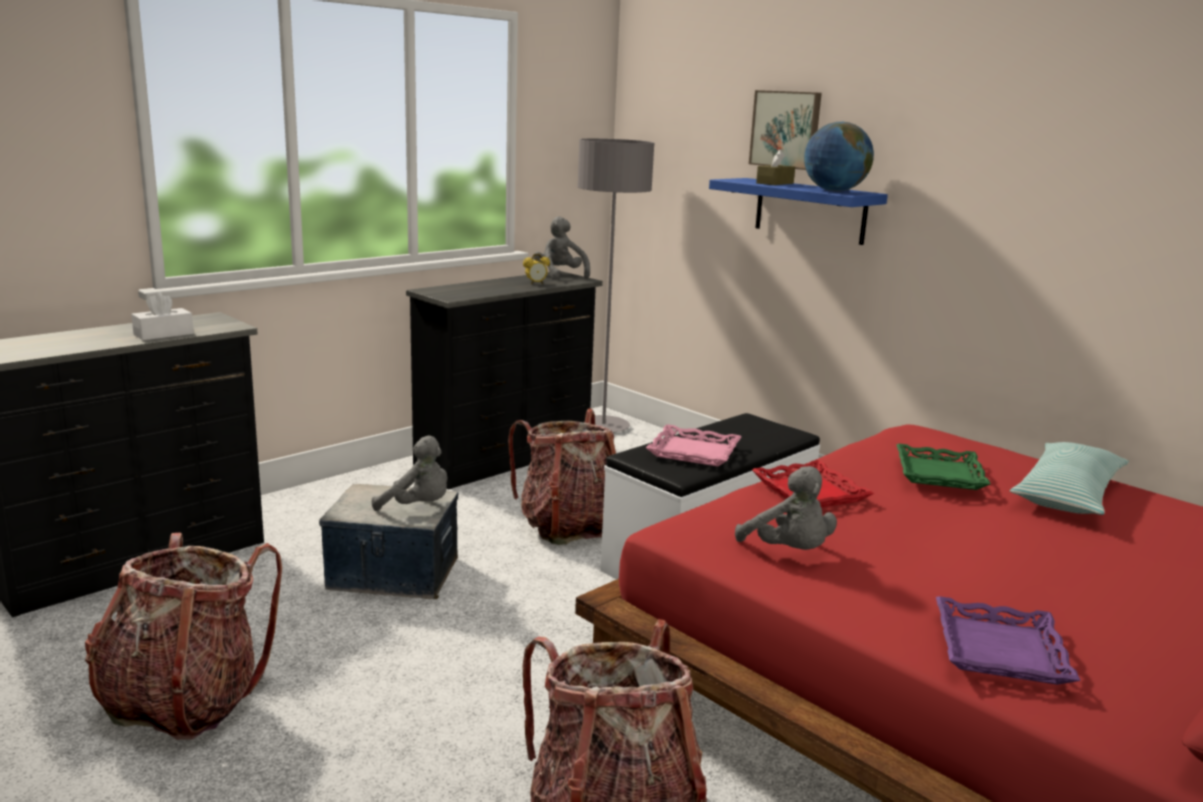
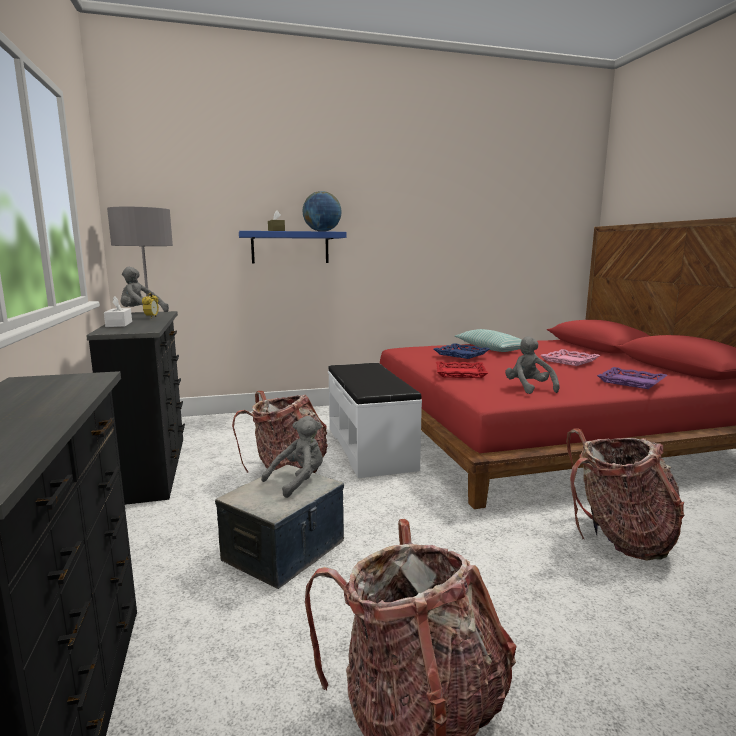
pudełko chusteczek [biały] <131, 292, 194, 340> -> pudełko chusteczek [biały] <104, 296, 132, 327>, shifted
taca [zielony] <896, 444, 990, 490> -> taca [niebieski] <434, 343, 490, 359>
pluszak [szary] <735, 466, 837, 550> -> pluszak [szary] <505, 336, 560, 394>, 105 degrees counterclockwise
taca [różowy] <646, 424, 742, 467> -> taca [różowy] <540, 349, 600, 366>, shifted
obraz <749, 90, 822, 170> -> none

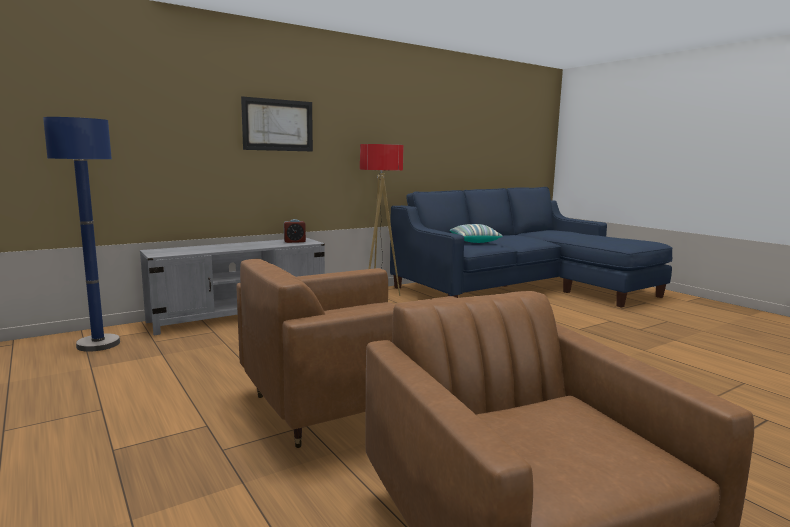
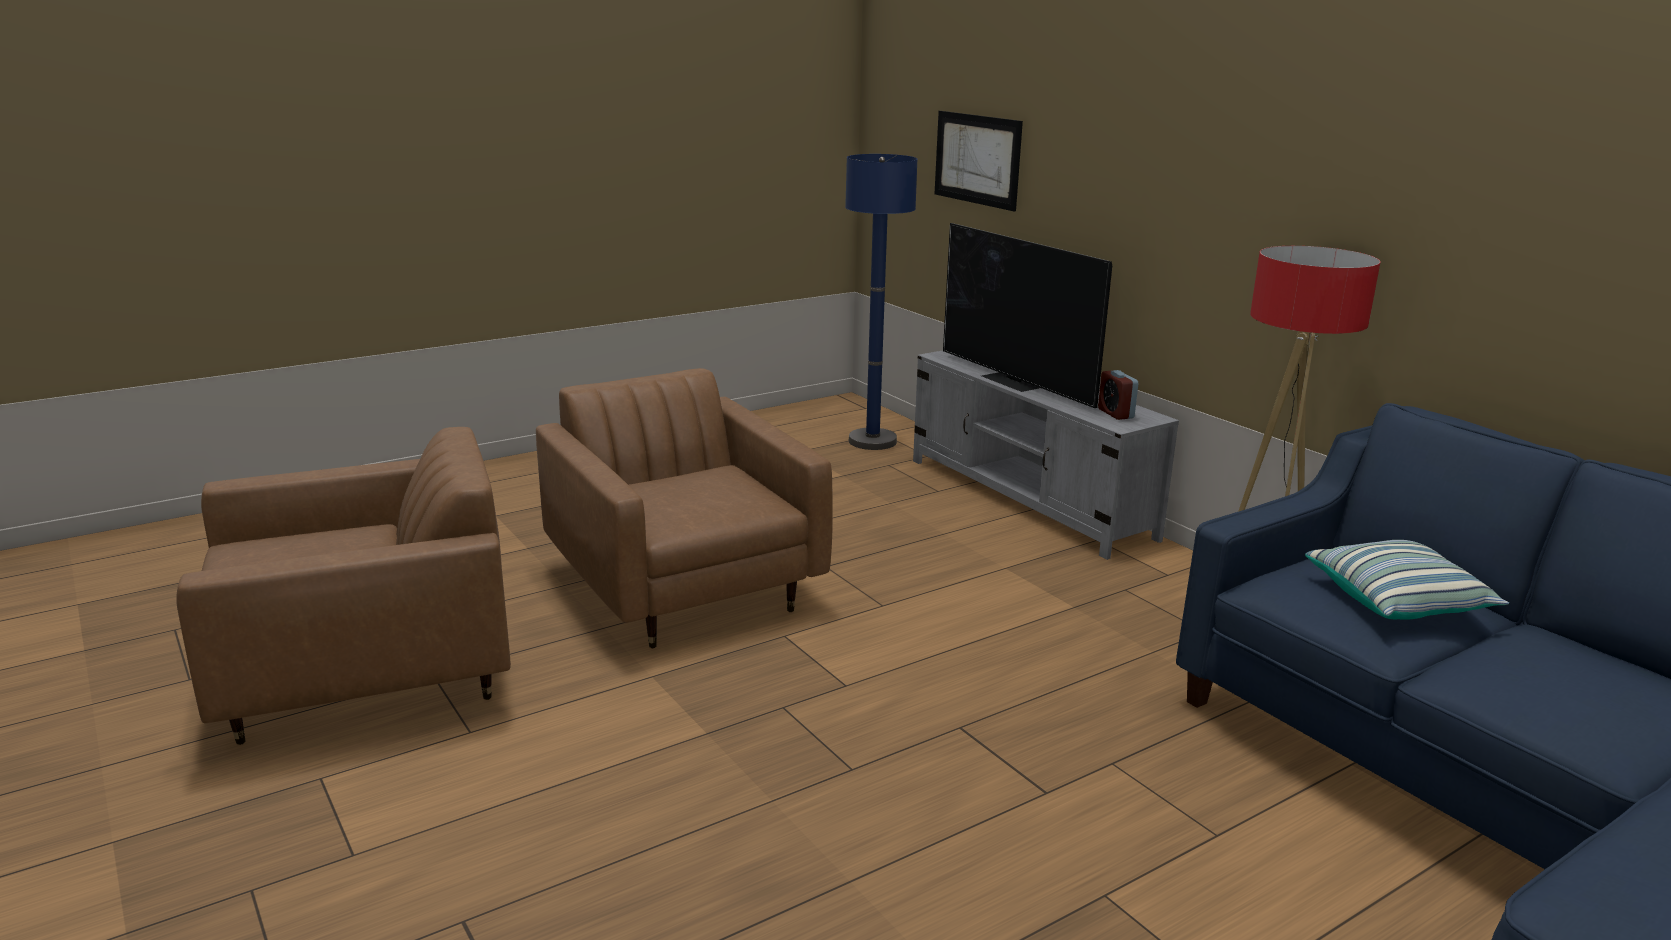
obraz <241, 96, 313, 152> -> obraz <935, 111, 1023, 211>, shifted
none -> telewizor <943, 223, 1112, 408>

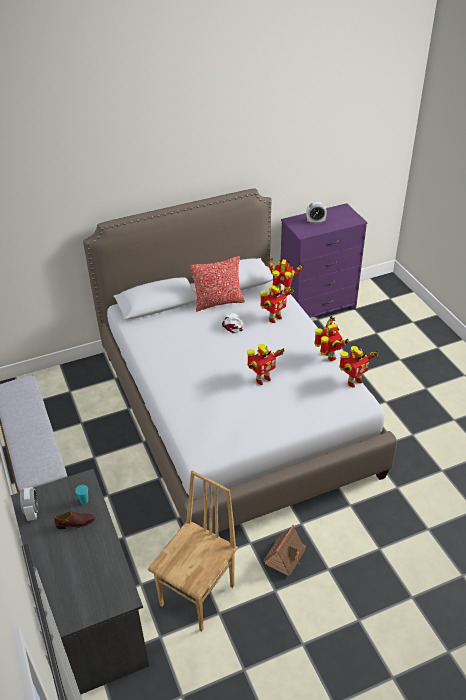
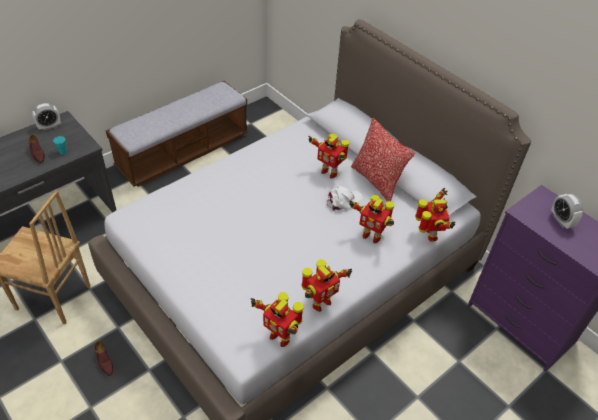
domek <263, 525, 306, 576> -> but [brązowy] <94, 341, 113, 376>
robot zabawkowy <247, 344, 284, 385> -> robot zabawkowy <308, 134, 349, 179>, shifted

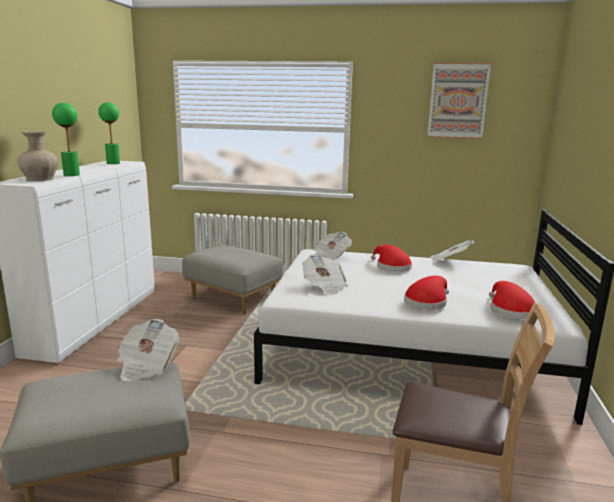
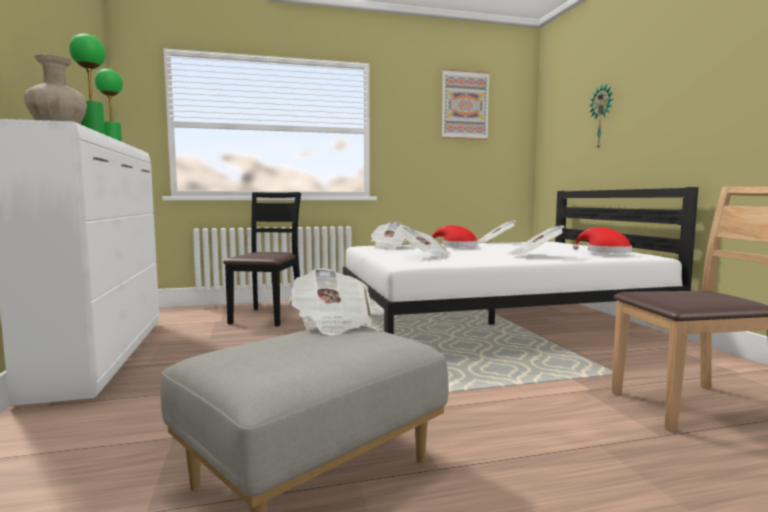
pufa [szary] <182, 245, 284, 315> -> krzesło [czarny] <223, 192, 301, 327>
kapelusz [czerwony] <404, 275, 449, 310> -> gazeta <508, 225, 565, 255>
none -> zegar ścienny <589, 84, 613, 150>

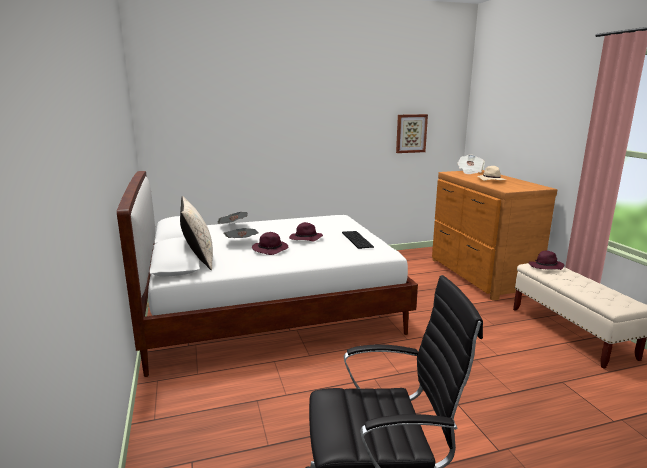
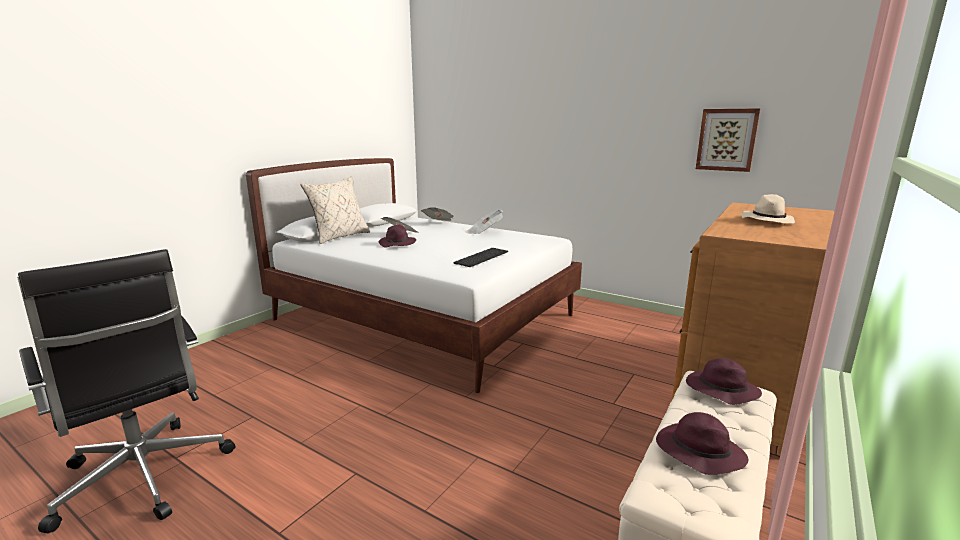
gazeta <457, 154, 485, 174> -> gazeta <466, 210, 503, 234>, shifted
kapelusz [fioletowy] <289, 222, 323, 242> -> kapelusz [fioletowy] <656, 412, 748, 475>, shifted

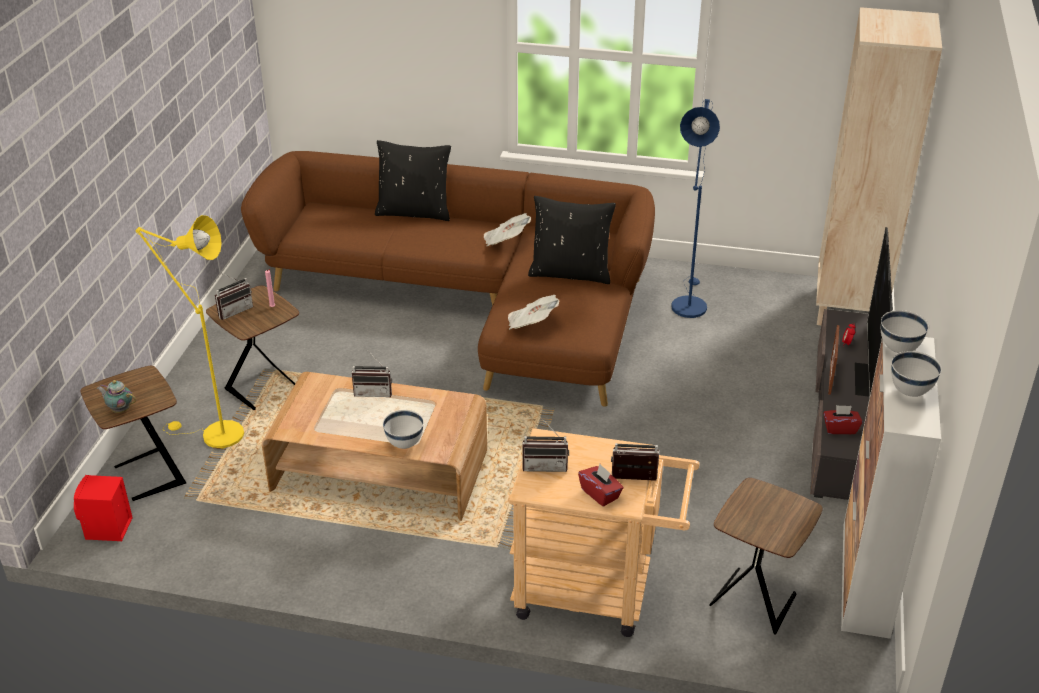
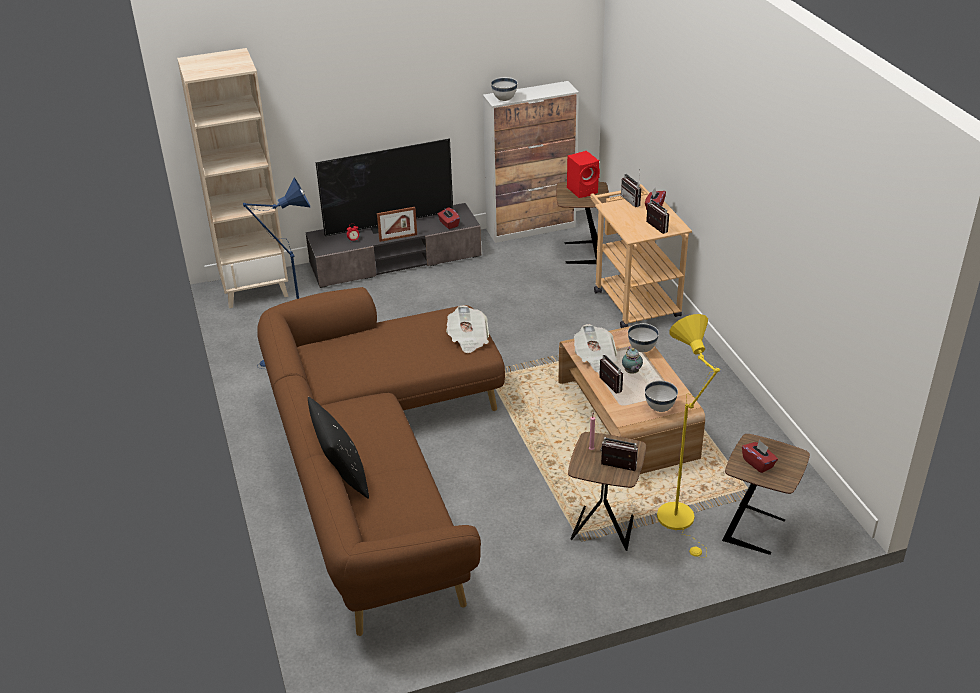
głośnik [czerwony] <74, 475, 133, 541> -> głośnik [czerwony] <567, 151, 600, 198>, shifted
gazeta <484, 213, 531, 246> -> gazeta <574, 324, 618, 373>, shifted
imbryk <97, 380, 136, 413> -> imbryk <622, 347, 643, 374>, shifted
miska [biały] <891, 351, 942, 397> -> miska [biały] <645, 381, 678, 412>, shifted
none -> pudełko chusteczek [czerwony] <742, 440, 778, 473>
poduszka [czarny] <528, 196, 616, 284> -> none

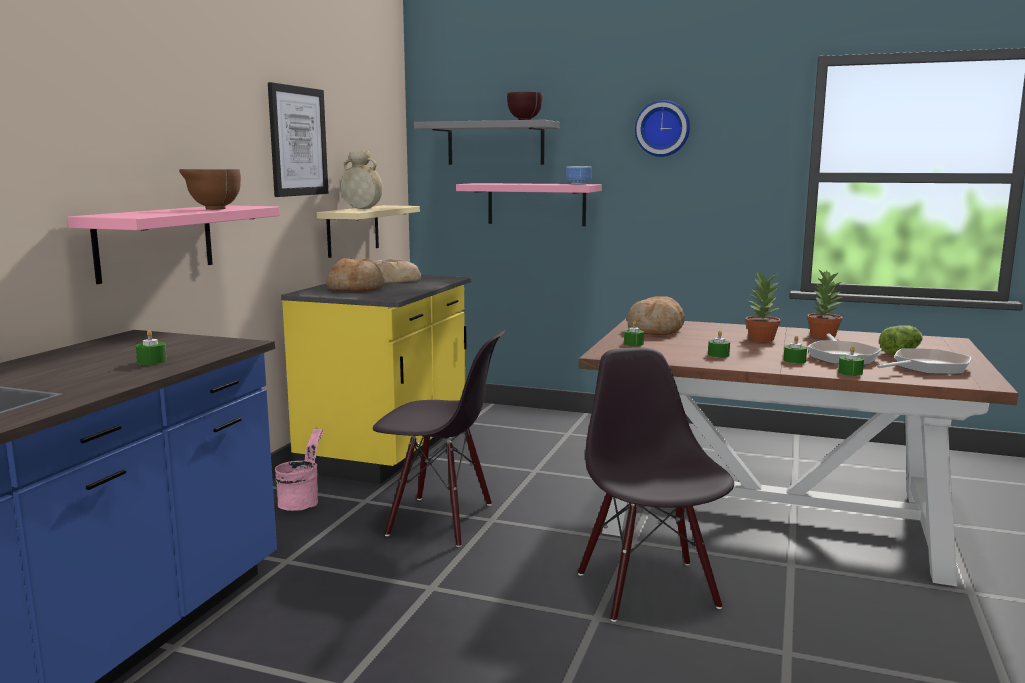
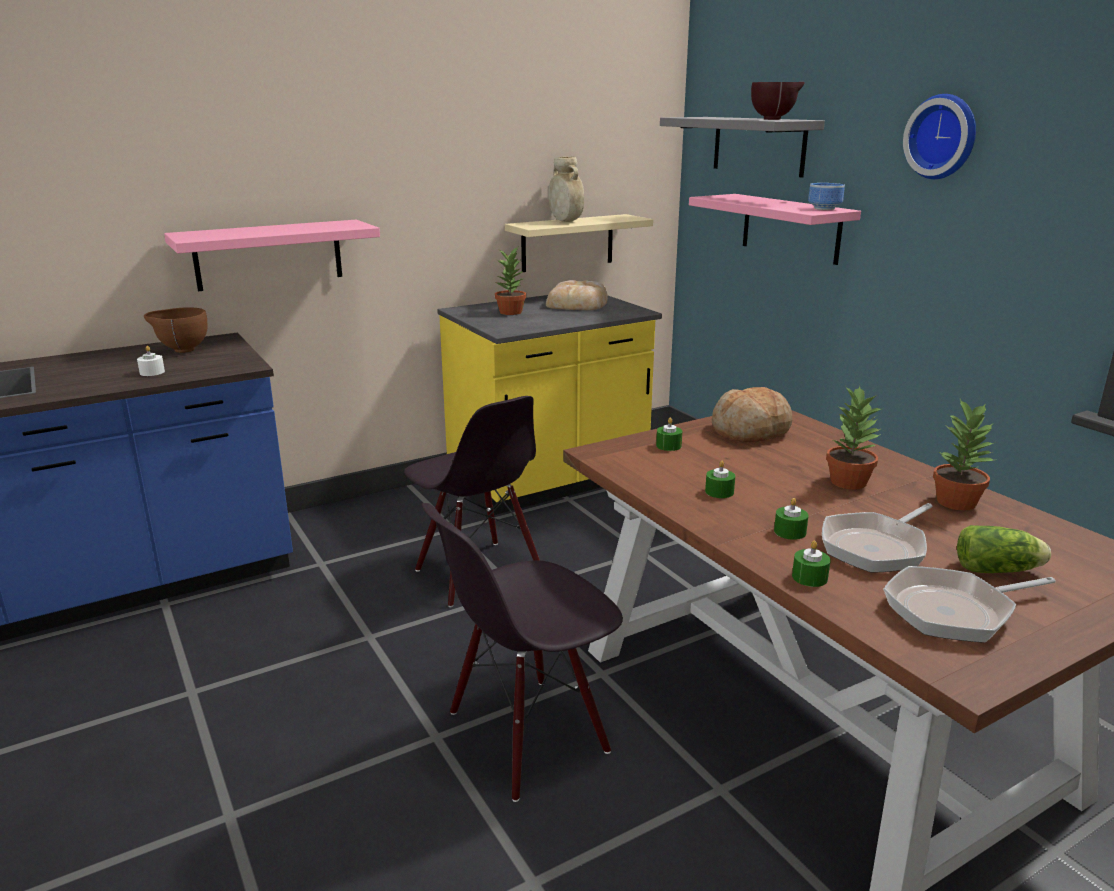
świeca [zielony] <136, 330, 167, 365> -> świeca [biały] <137, 346, 165, 376>
miska [brązowy] <179, 169, 241, 210> -> miska [brązowy] <144, 307, 207, 353>, shifted
krzesło [czarny] <578, 347, 734, 622> -> krzesło [czarny] <422, 503, 623, 802>, 150 degrees counterclockwise
chleb <326, 258, 384, 291> -> roślina doniczkowa <495, 247, 526, 315>
patelnia <876, 348, 971, 374> -> patelnia <883, 566, 1056, 643>, 150 degrees clockwise
obraz <268, 82, 328, 197> -> none
wiadro [różowy] <275, 427, 324, 511> -> none

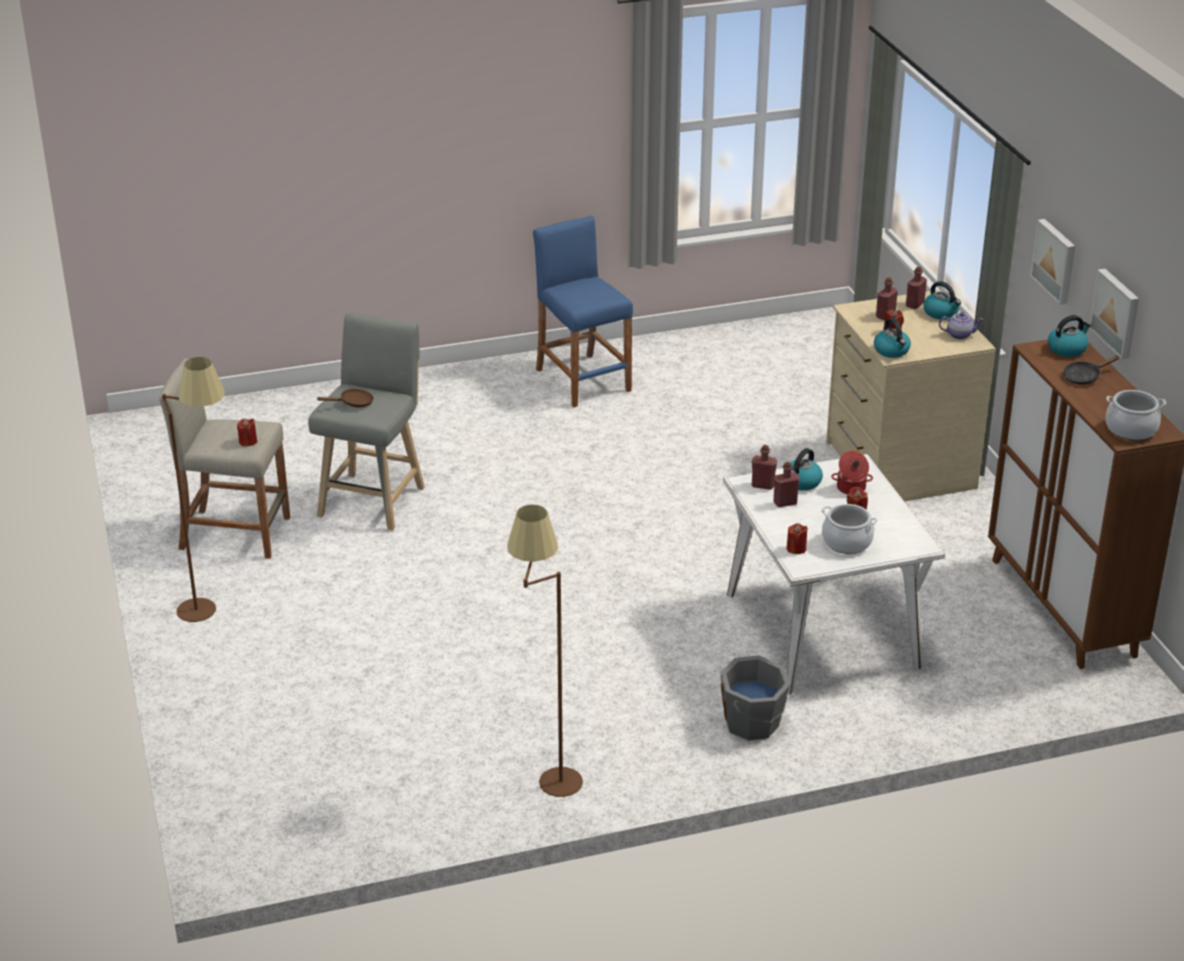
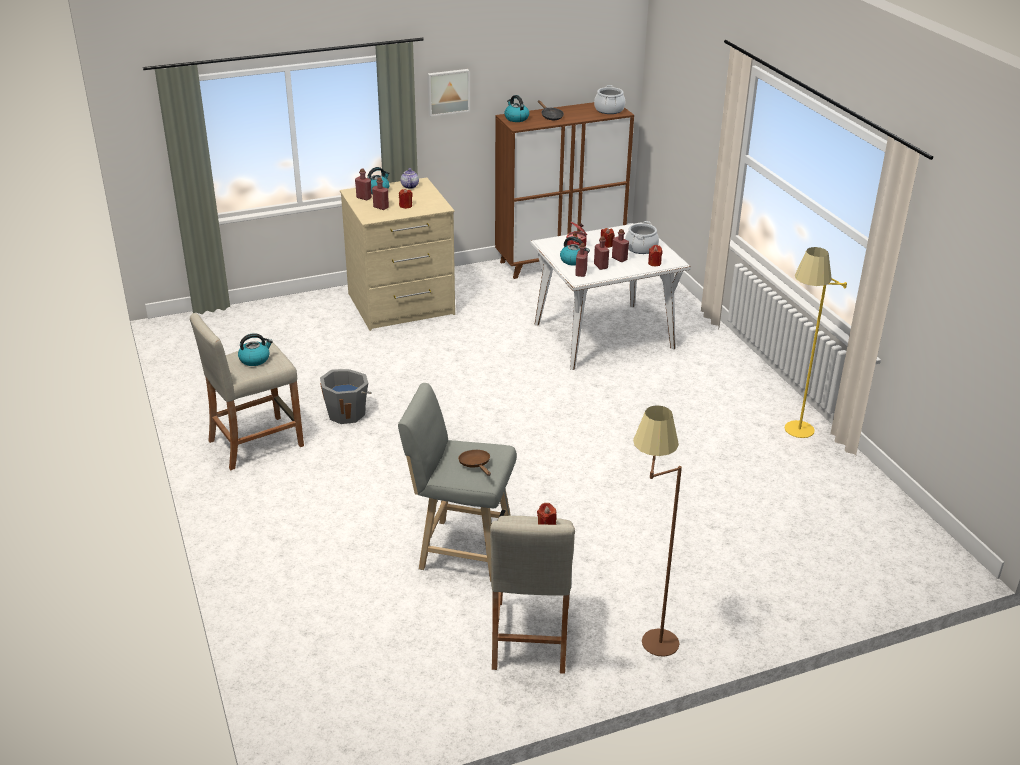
stołek [niebieski] <533, 216, 633, 407> -> stołek [beżowy] <190, 313, 304, 470>
czajnik <874, 318, 911, 358> -> czajnik <238, 333, 273, 366>, shifted
wiadro [szary] <721, 655, 790, 740> -> wiadro [szary] <320, 369, 372, 424>, shifted
none -> butelka [czerwony] <612, 229, 629, 262>
lampa stojąca [brązowy] <507, 505, 583, 797> -> lampa stojąca [żółty] <785, 247, 847, 438>
obraz <1089, 269, 1139, 359> -> none

